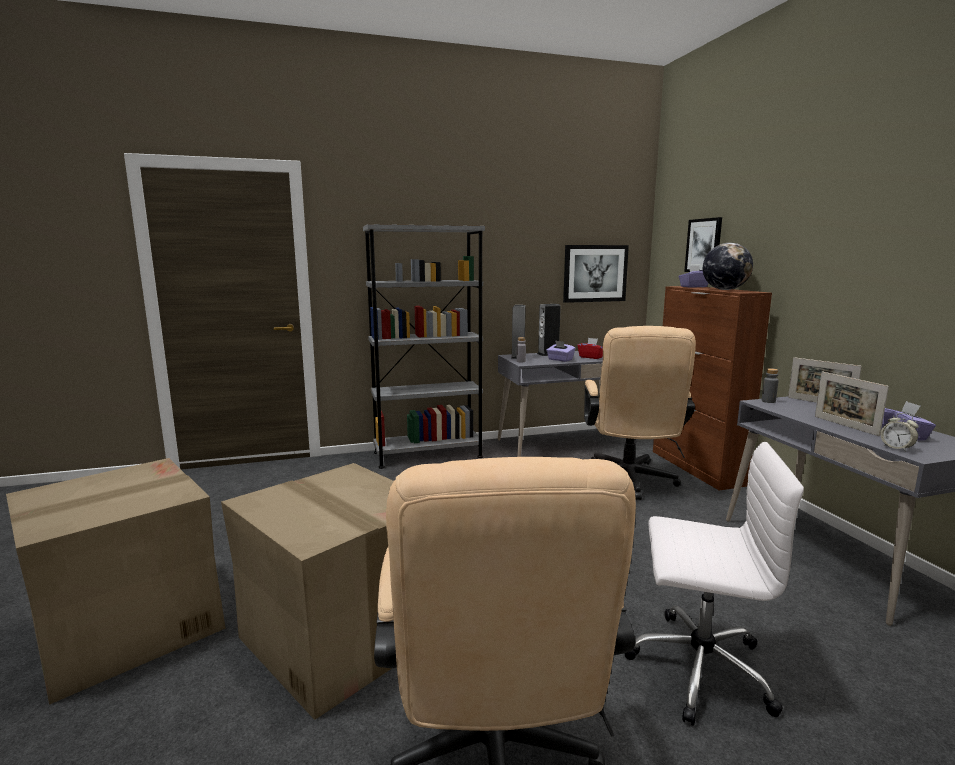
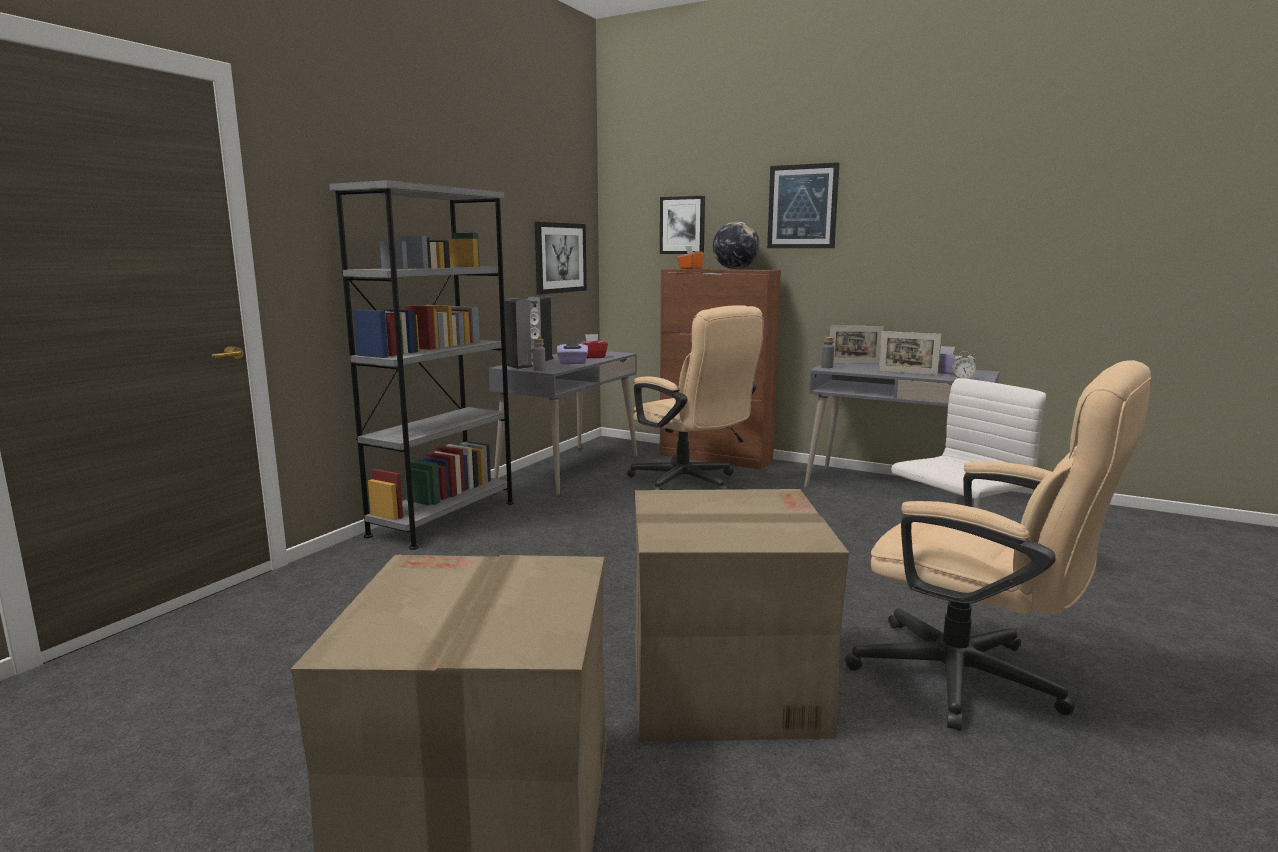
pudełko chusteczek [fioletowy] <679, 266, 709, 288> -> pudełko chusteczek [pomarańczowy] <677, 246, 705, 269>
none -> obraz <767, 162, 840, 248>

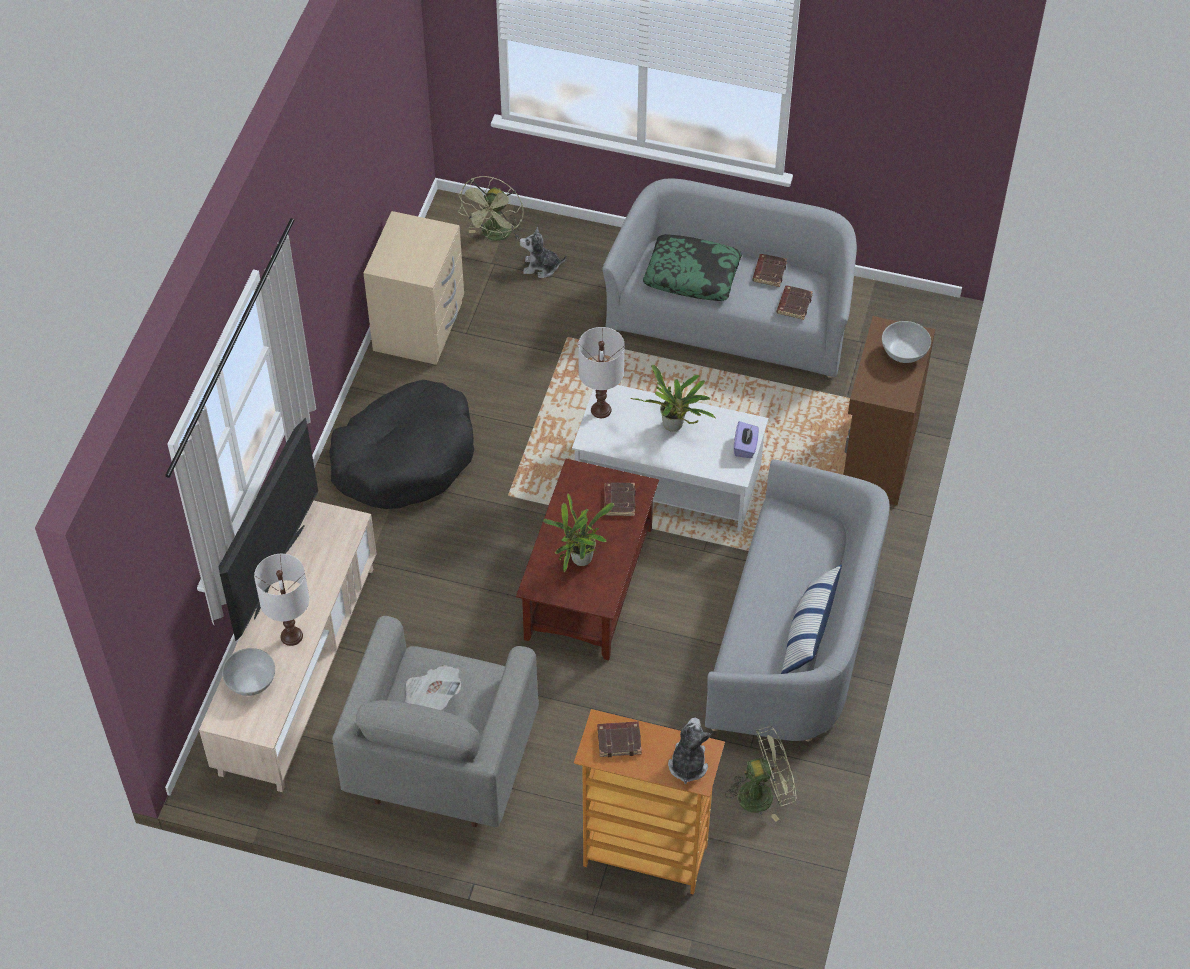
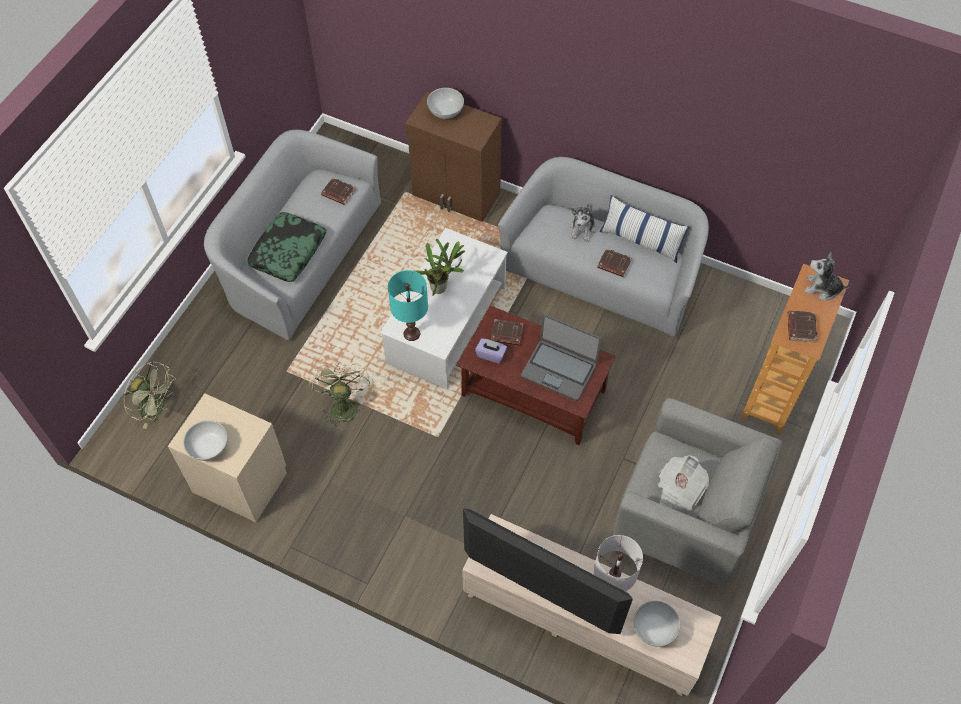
none -> miska [biały] <183, 420, 228, 461>
wentylator [zielony] <725, 726, 797, 821> -> wentylator [zielony] <309, 363, 370, 430>, shifted
lampa stołowa [biały] <578, 327, 625, 418> -> lampa stołowa [turkusowy] <388, 270, 428, 341>
pudełko chusteczek [fioletowy] <734, 421, 759, 458> -> pudełko chusteczek [fioletowy] <475, 338, 507, 363>, shifted
roślina doniczkowa <543, 494, 614, 572> -> laptop <521, 314, 602, 401>
pluszak <519, 227, 566, 278> -> pluszak <570, 203, 596, 242>, shifted
książka [brązowy] <752, 254, 787, 287> -> książka [brązowy] <597, 249, 632, 277>, shifted
legowisko [czarny] <329, 380, 474, 509> -> none

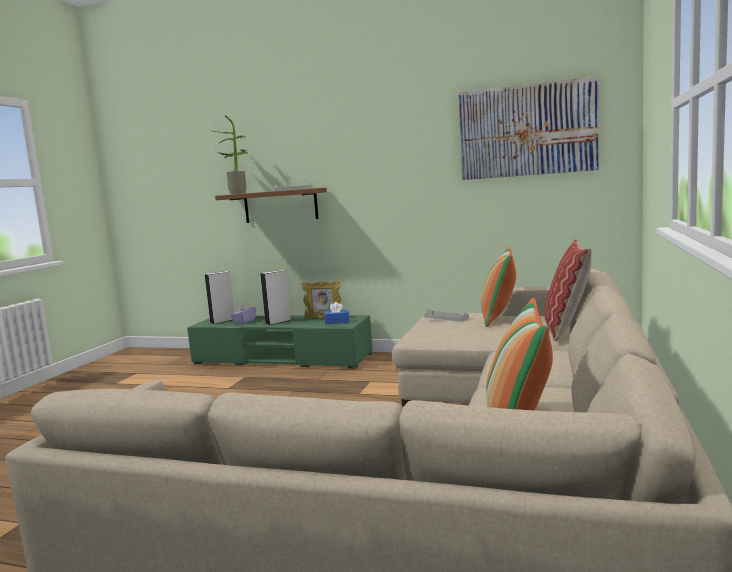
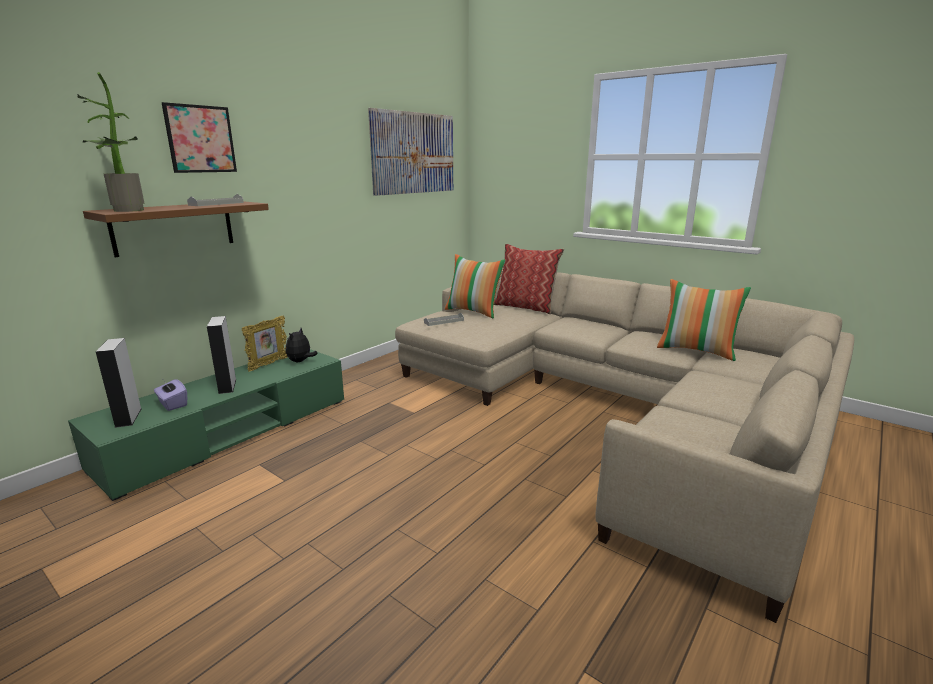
none -> obraz <161, 102, 237, 173>
pudełko chusteczek [niebieski] <324, 302, 349, 324> -> pluszak <286, 328, 318, 362>

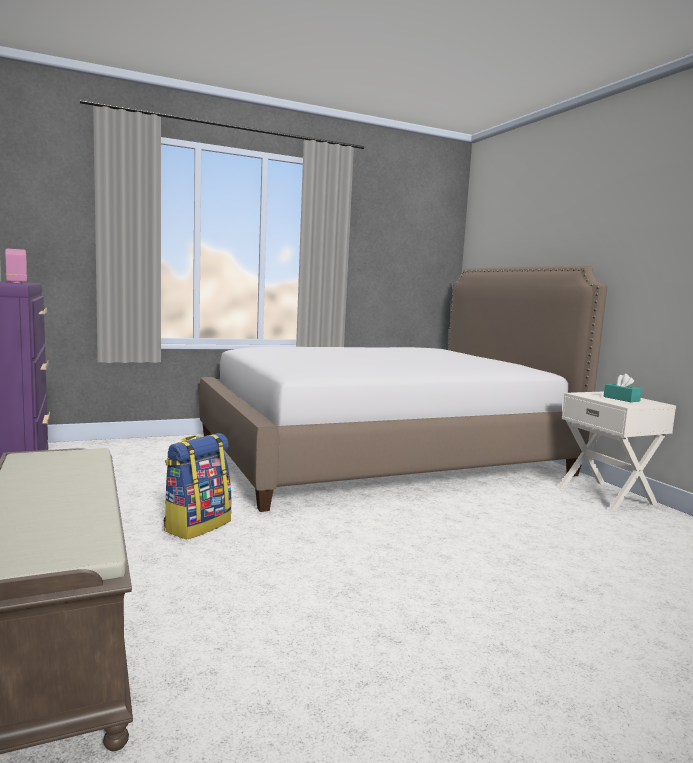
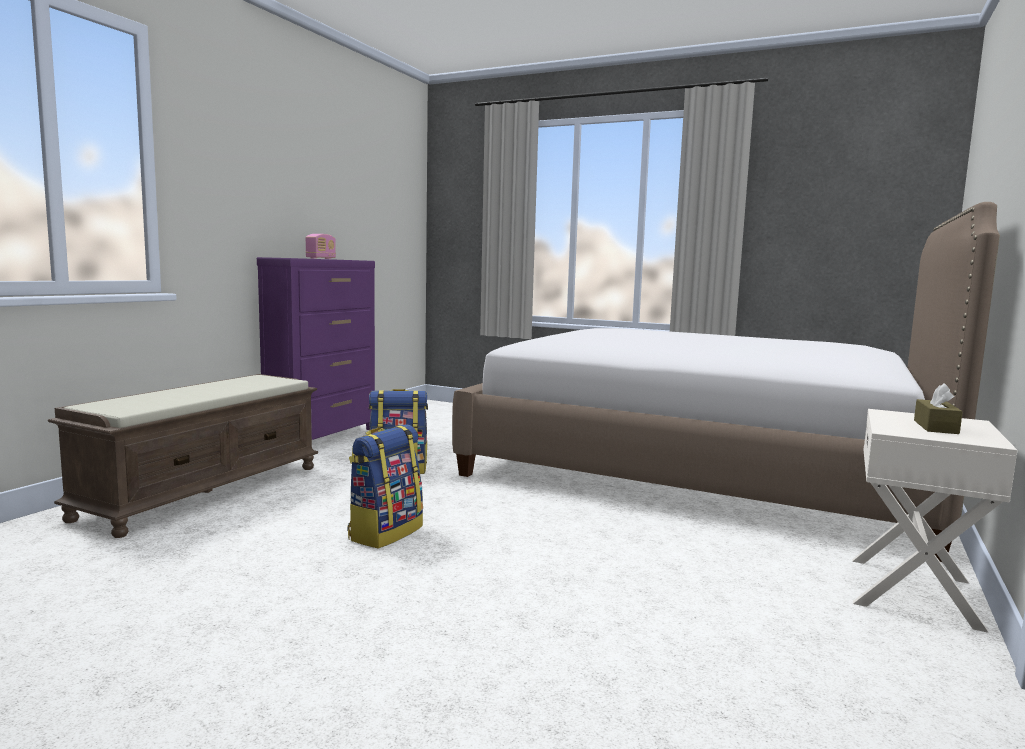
none -> plecak <348, 424, 423, 549>
pudełko chusteczek [turkusowy] <603, 374, 642, 402> -> pudełko chusteczek [brązowy] <914, 383, 963, 434>

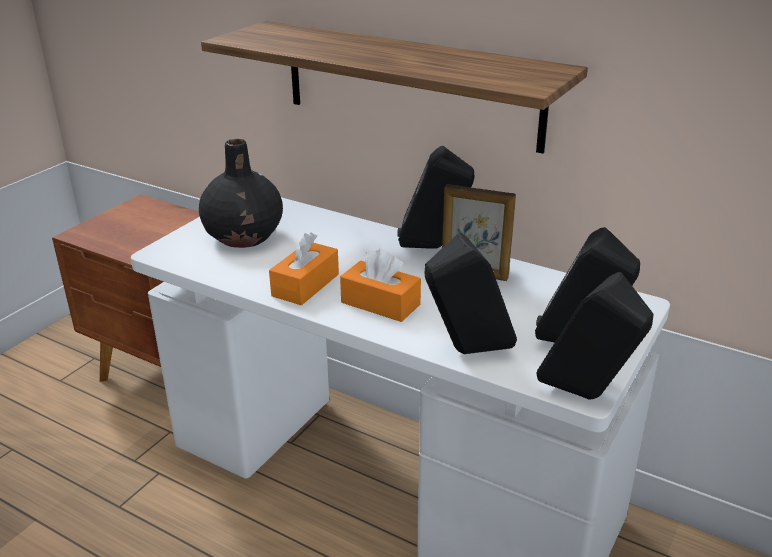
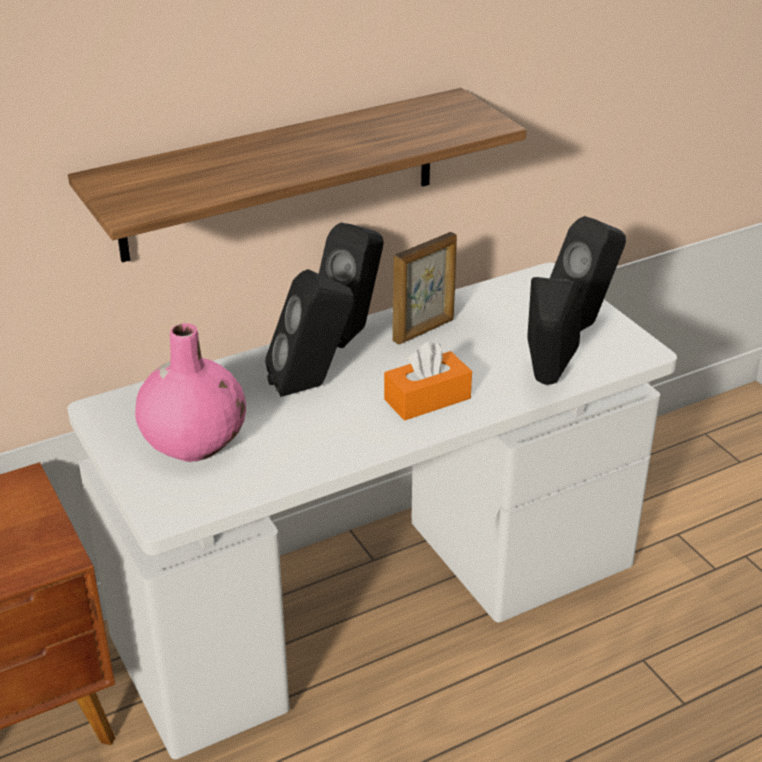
wazon [czarny] <199, 139, 283, 248> -> wazon [różowy] <135, 323, 246, 462>
głośnik [czarny] <537, 272, 654, 400> -> głośnik [czarny] <265, 269, 354, 397>, shifted
pudełko chusteczek [pomarańczowy] <269, 232, 339, 306> -> none

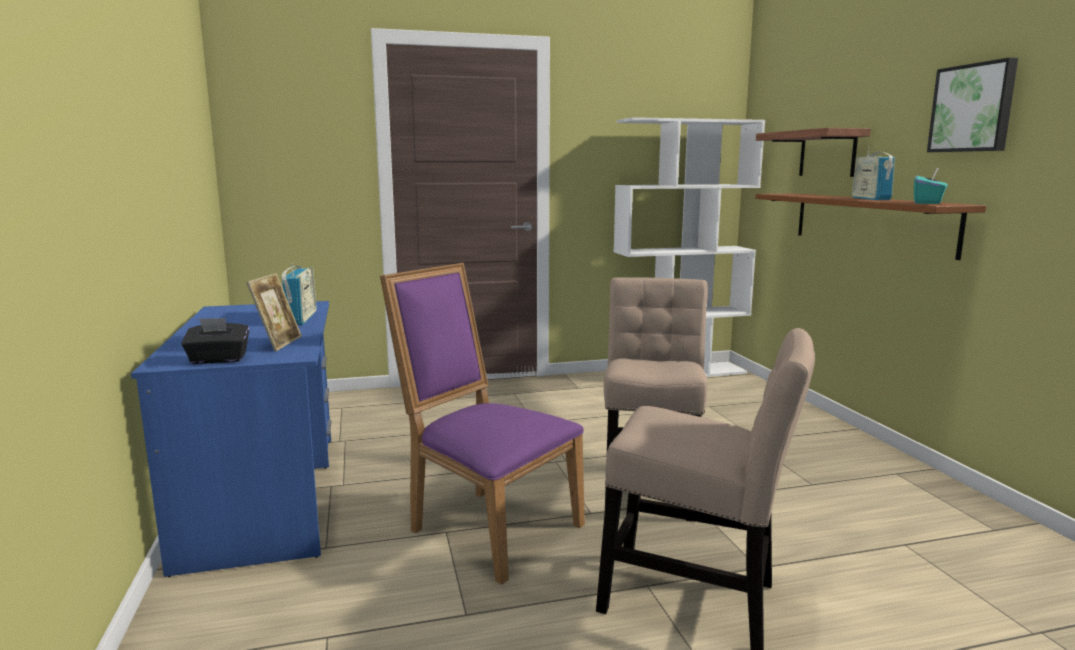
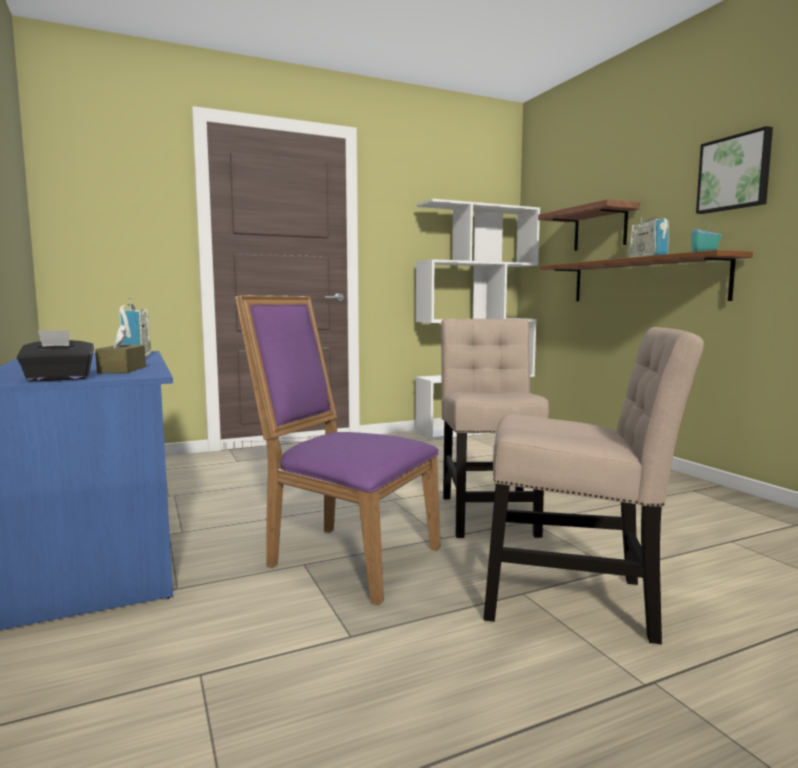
ramka na zdjęcie <246, 273, 302, 352> -> pudełko chusteczek [brązowy] <95, 324, 146, 373>

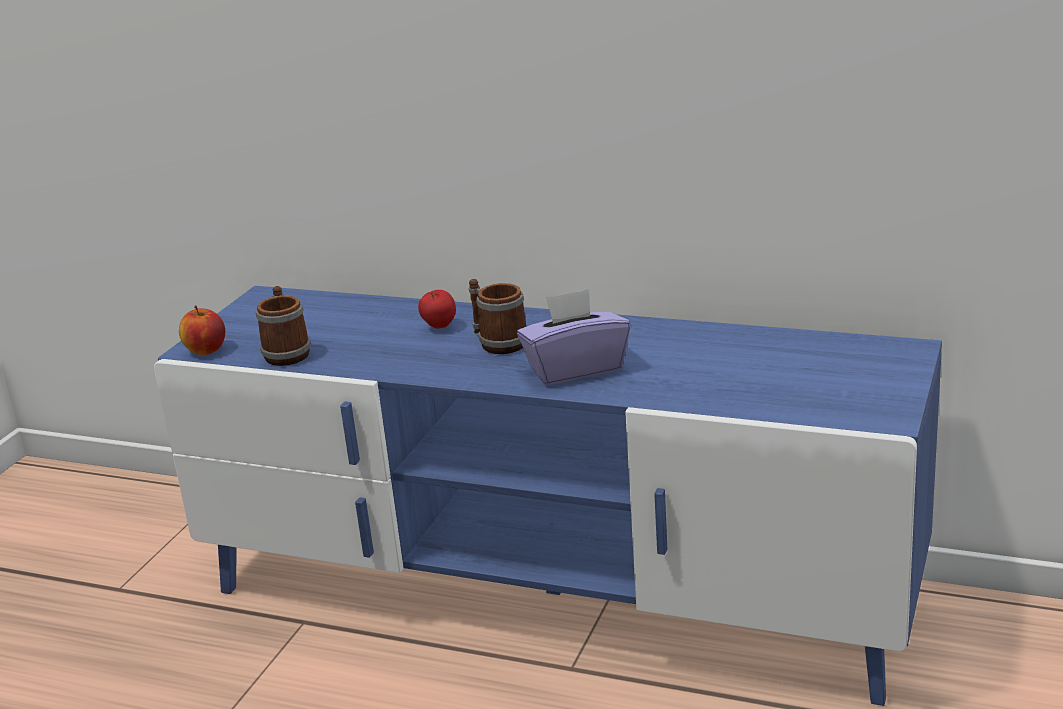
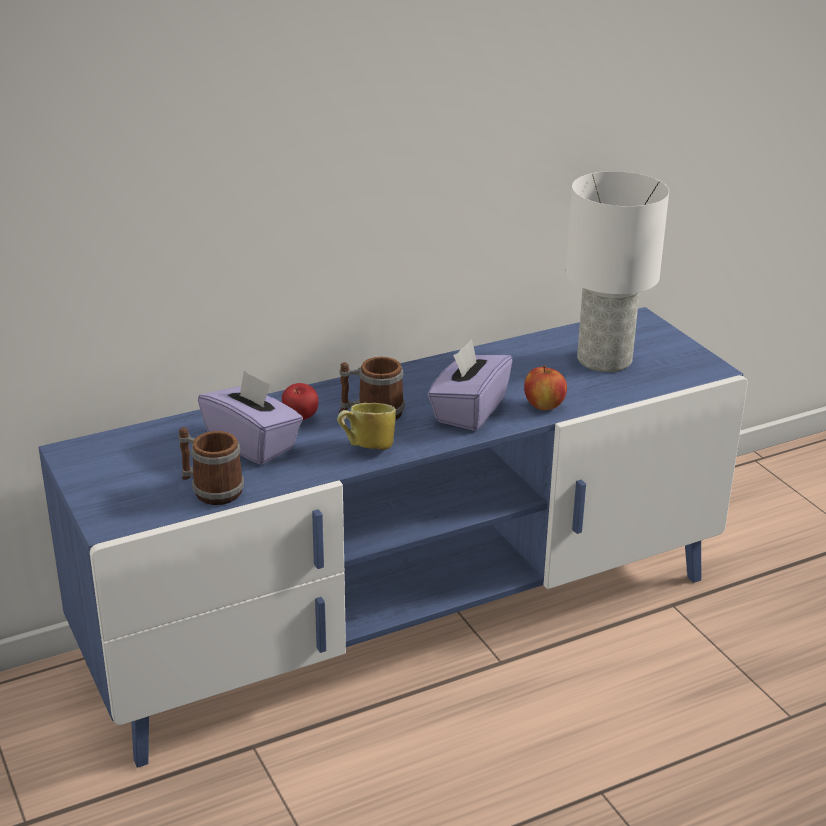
none -> pudełko chusteczek [fioletowy] <198, 370, 303, 465>
none -> kubek <337, 403, 396, 450>
jabłko <179, 305, 225, 355> -> jabłko <524, 365, 567, 411>, shifted
none -> lampa stołowa [biały] <566, 171, 669, 372>

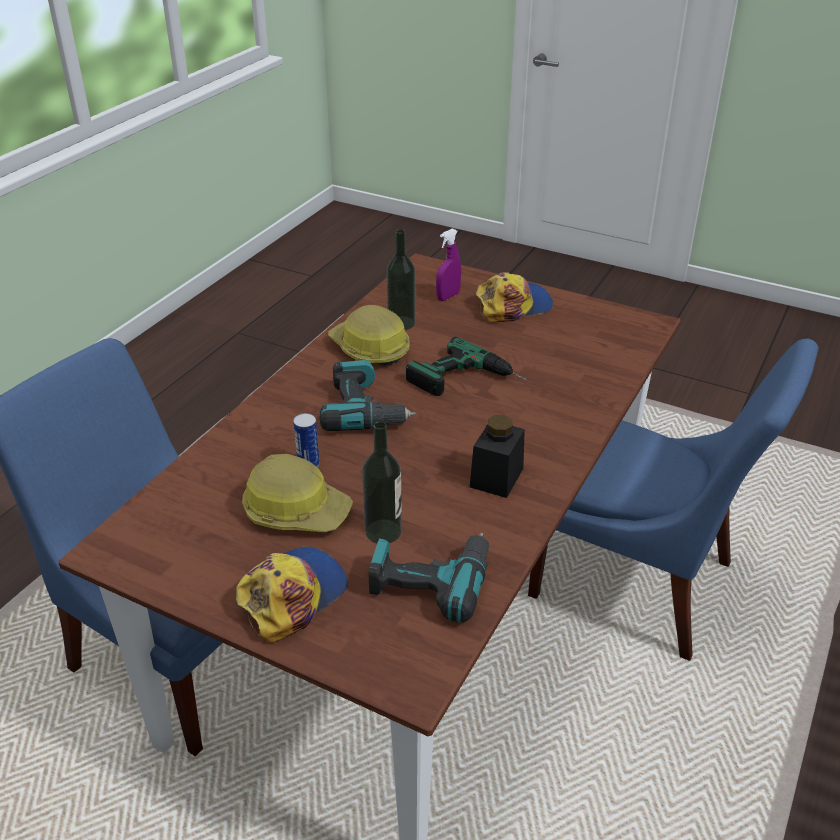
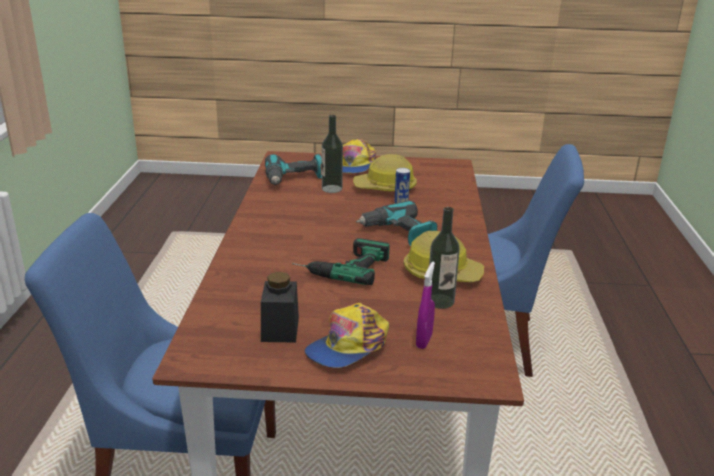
słoik [czarny] <470, 415, 525, 498> -> słoik [czarny] <261, 271, 299, 343>, shifted

